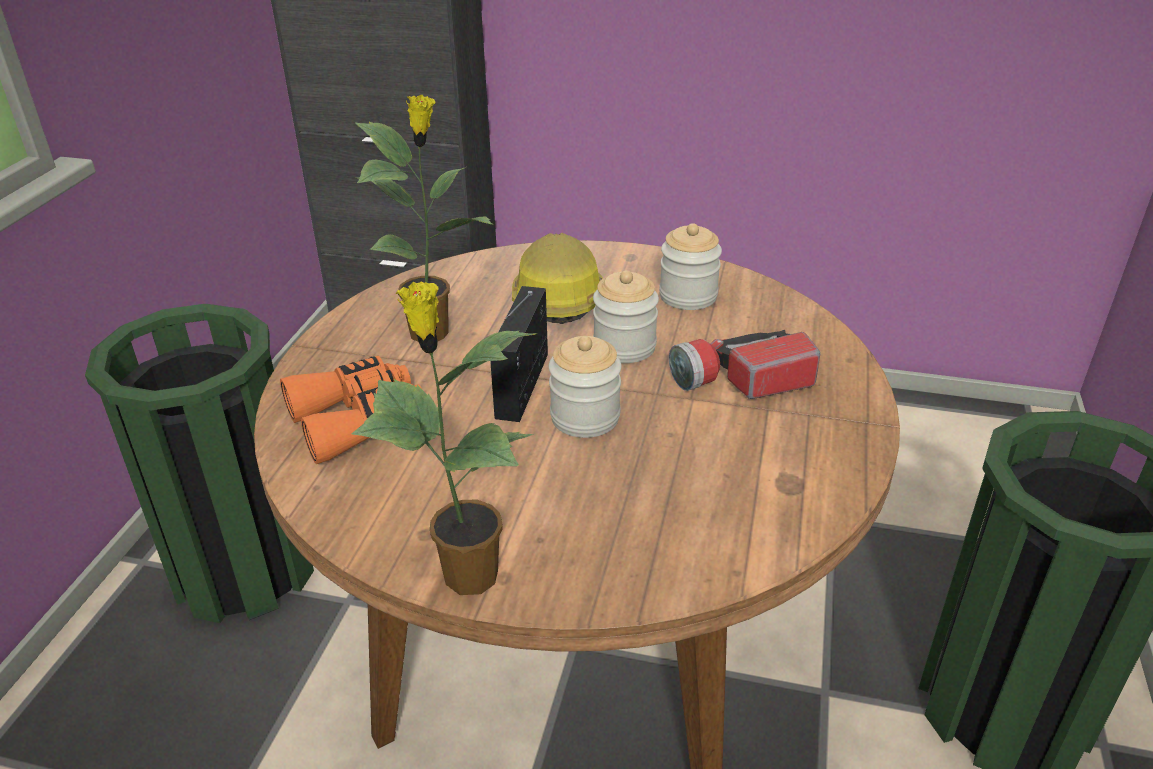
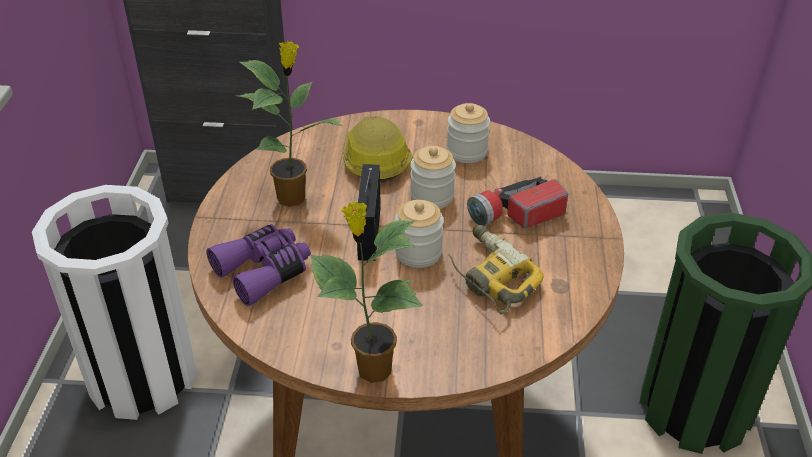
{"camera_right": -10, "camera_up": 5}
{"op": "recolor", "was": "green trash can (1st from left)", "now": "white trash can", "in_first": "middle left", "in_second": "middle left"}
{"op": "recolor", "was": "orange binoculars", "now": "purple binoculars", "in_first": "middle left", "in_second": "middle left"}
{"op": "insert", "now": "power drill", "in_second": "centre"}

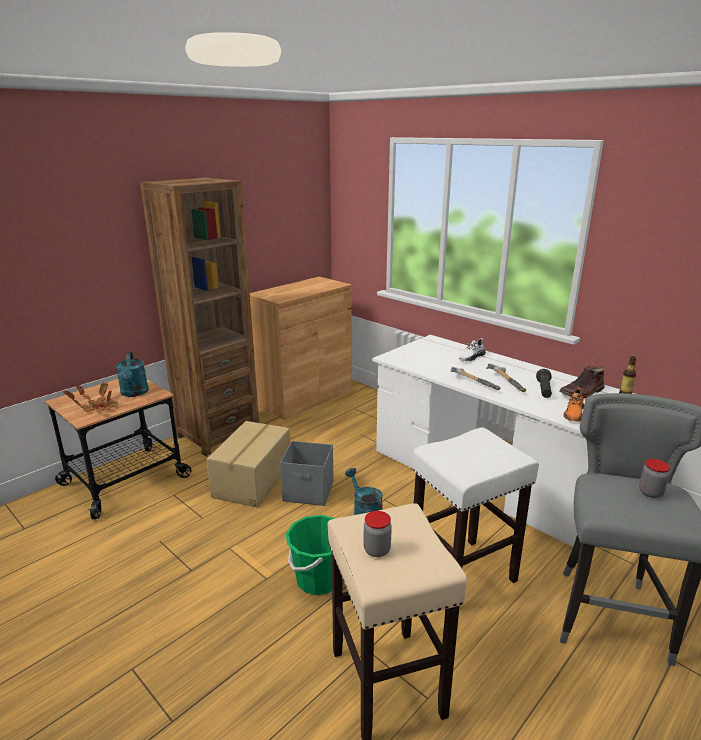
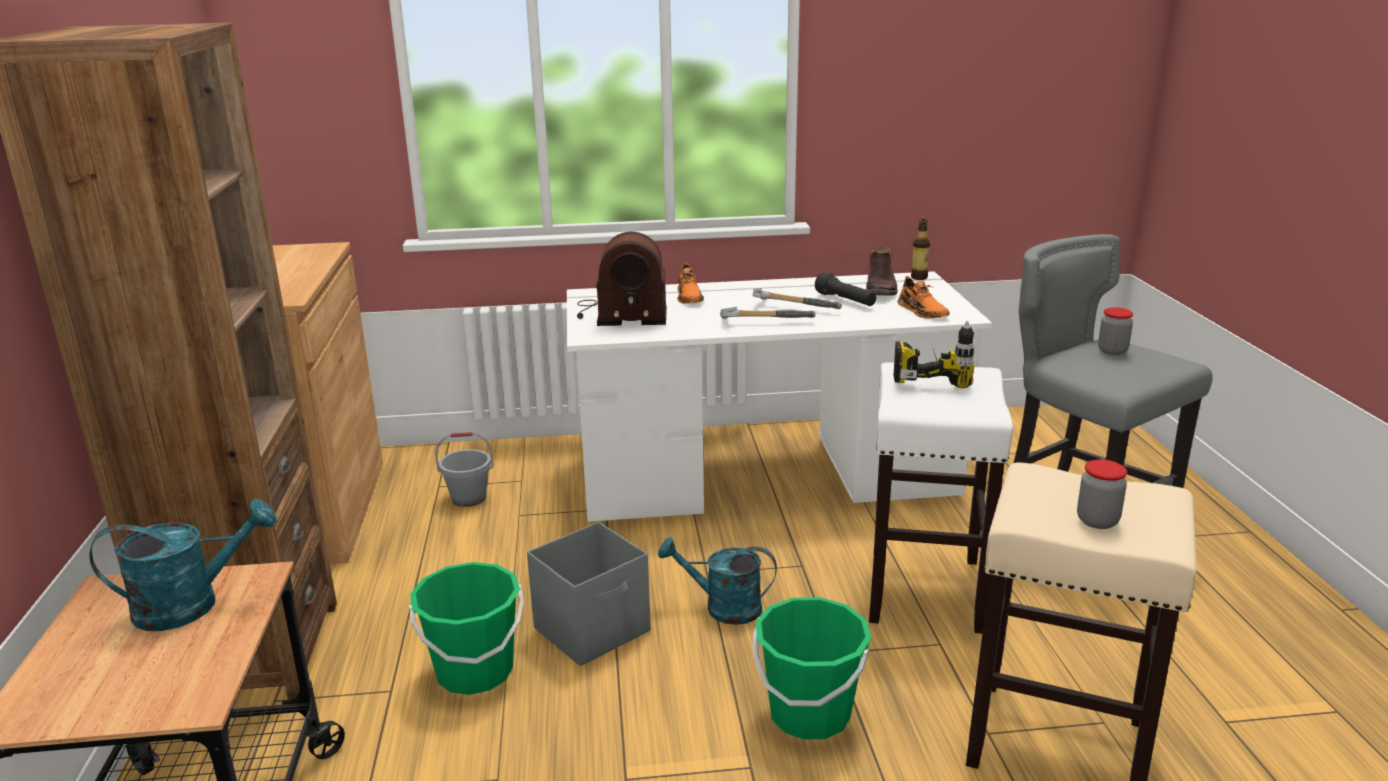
{"camera_right": -50, "camera_up": 0}
{"op": "recolor", "was": "white shoe", "now": "orange shoe (1st from left)", "in_first": "middle right", "in_second": "centre"}
{"op": "rotate", "was": "turquoise watering can (1st from left)", "in_first": "middle left", "in_second": "bottom left", "clockwise": -45}
{"op": "delete", "was": "potted plant", "in_first": "middle left"}
{"op": "replace", "was": "cardboard box", "now": "green bucket (1st from left)", "in_first": "centre", "in_second": "bottom centre"}
{"op": "insert", "now": "radio", "in_second": "centre"}
{"op": "insert", "now": "power drill", "in_second": "middle right"}
{"op": "insert", "now": "grey bucket", "in_second": "centre"}

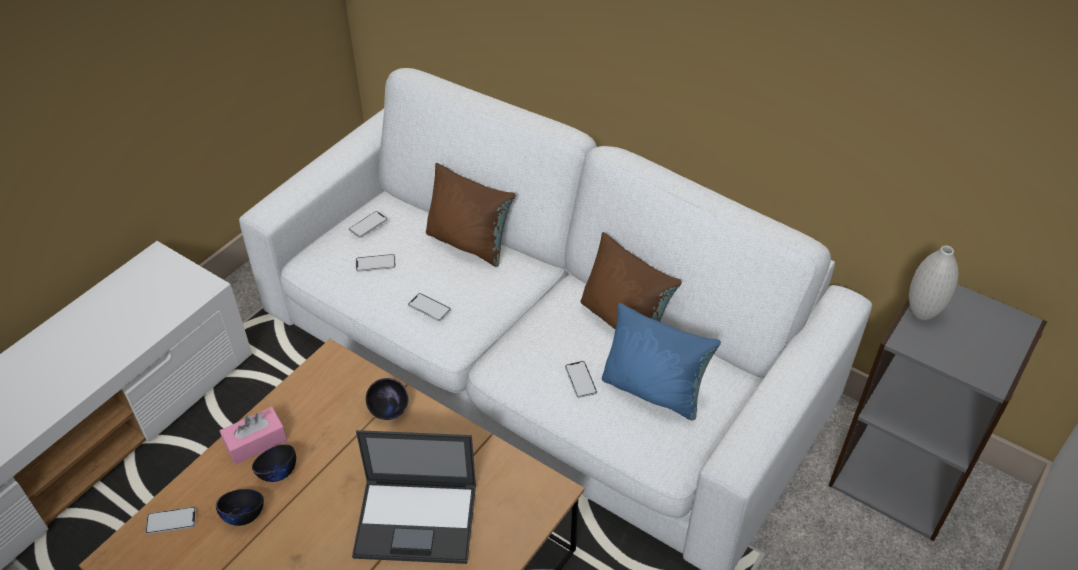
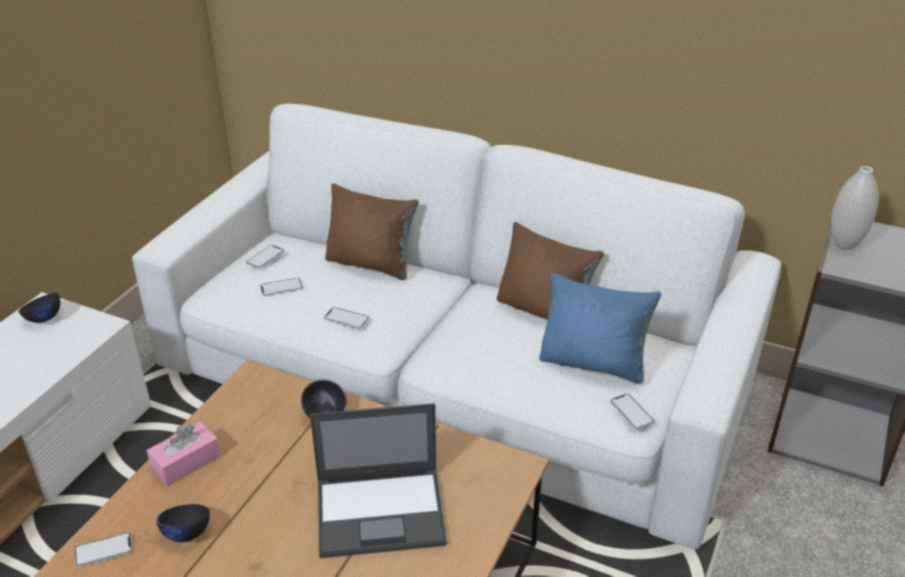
{"camera_right": -10, "camera_up": -10}
{"op": "move", "was": "phone (5th from left)", "in_first": "centre", "in_second": "bottom right"}
{"op": "move", "was": "black bowl (2nd from left in the first image)", "now": "black bowl (1st from left)", "in_first": "bottom left", "in_second": "middle left"}

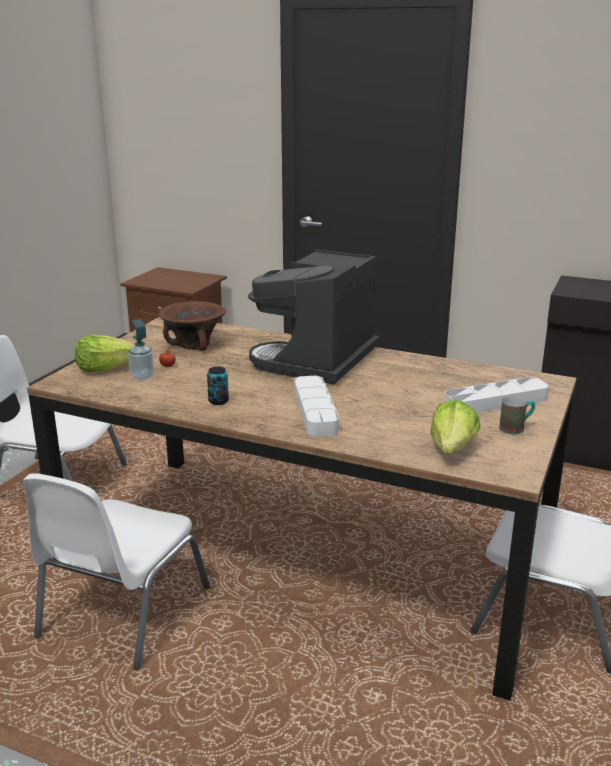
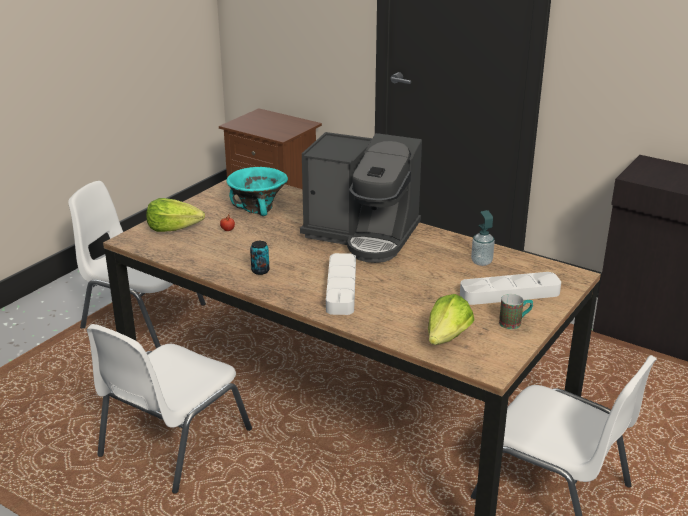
{"camera_right": 10, "camera_up": 5}
{"op": "rotate", "was": "coffee machine", "in_first": "centre", "in_second": "centre", "clockwise": -105}
{"op": "recolor", "was": "brown bowl", "now": "turquoise bowl", "in_first": "middle left", "in_second": "centre"}
{"op": "move", "was": "soap dispenser", "in_first": "middle left", "in_second": "middle right"}

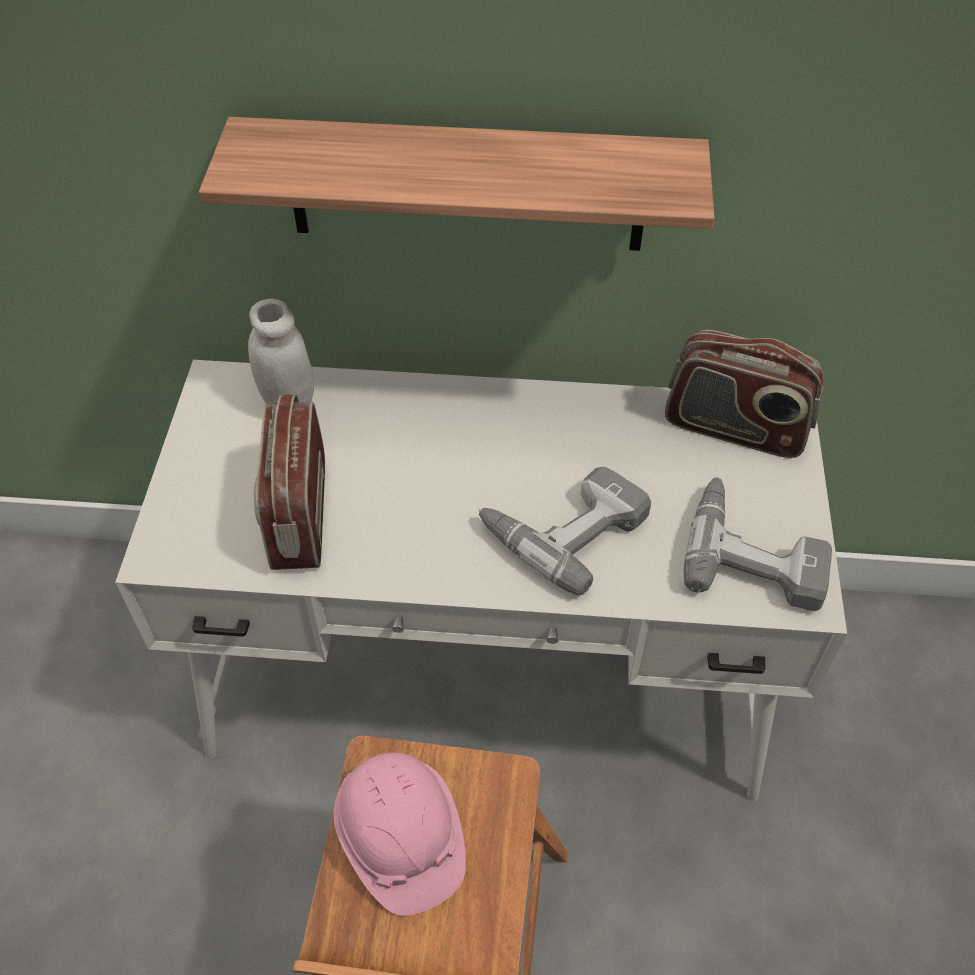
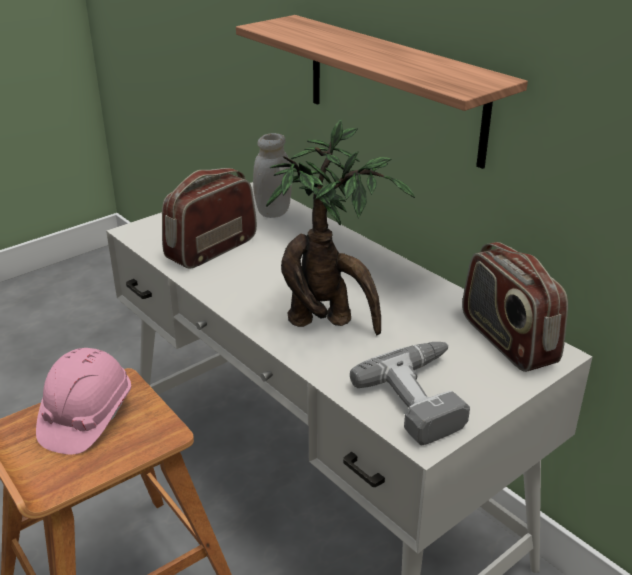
{"camera_right": 45, "camera_up": -20}
{"op": "replace", "was": "power drill (1st from left)", "now": "potted plant", "in_first": "centre", "in_second": "centre"}

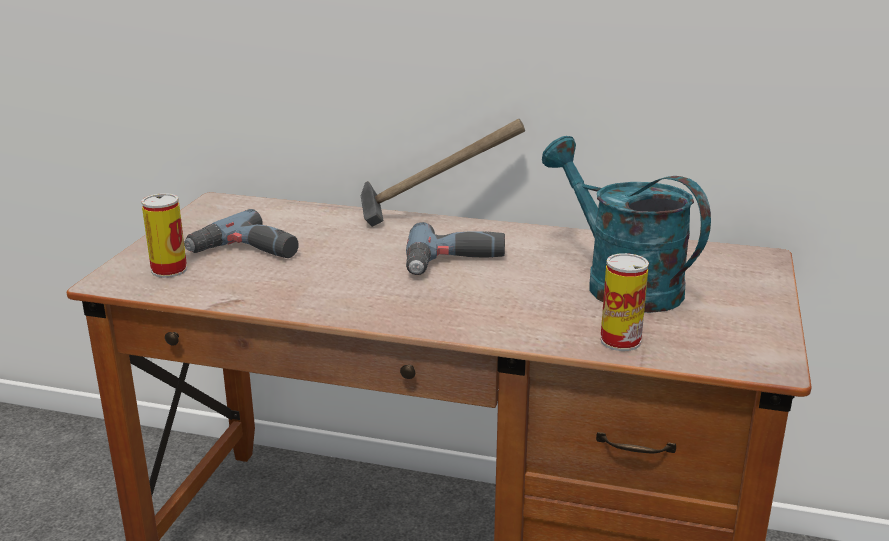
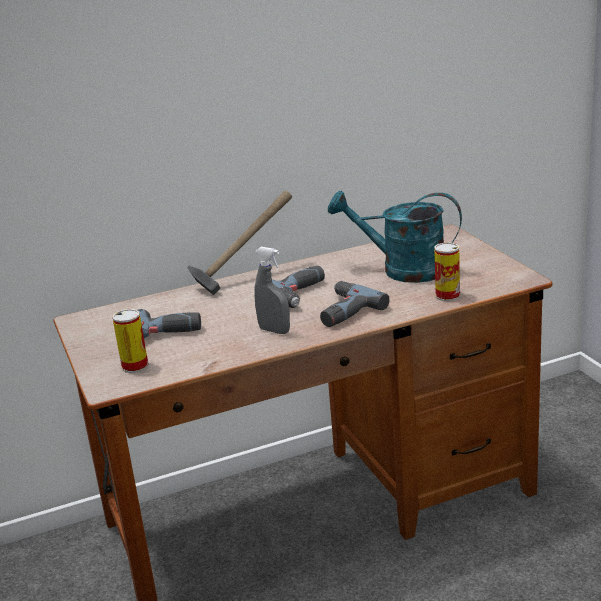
{"camera_right": -35, "camera_up": 0}
{"op": "insert", "now": "grey spray bottle", "in_second": "centre"}
{"op": "insert", "now": "power drill (3rd from left)", "in_second": "centre"}

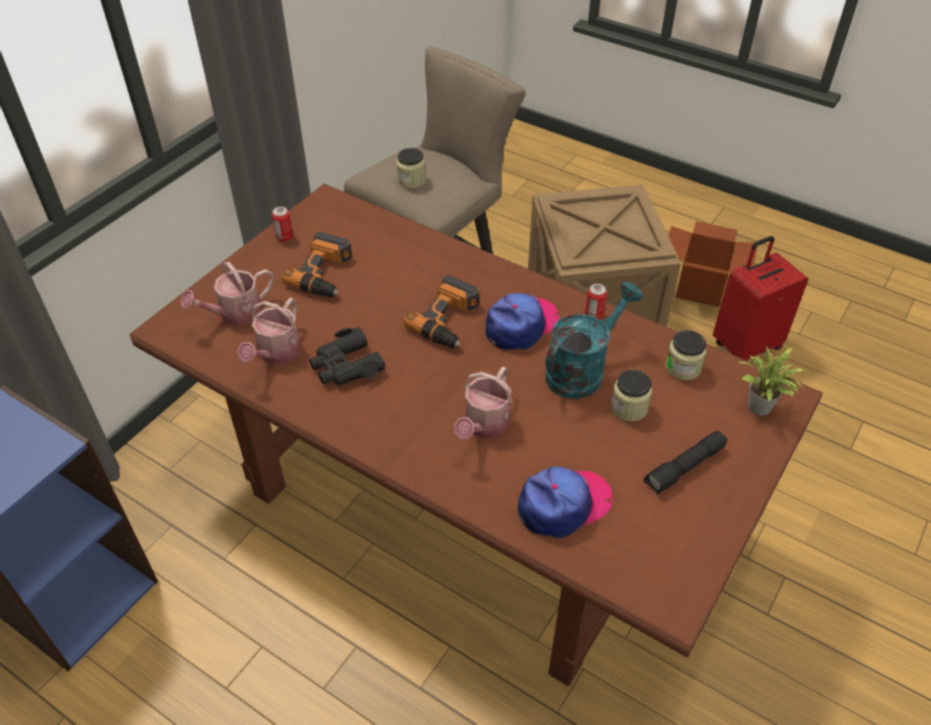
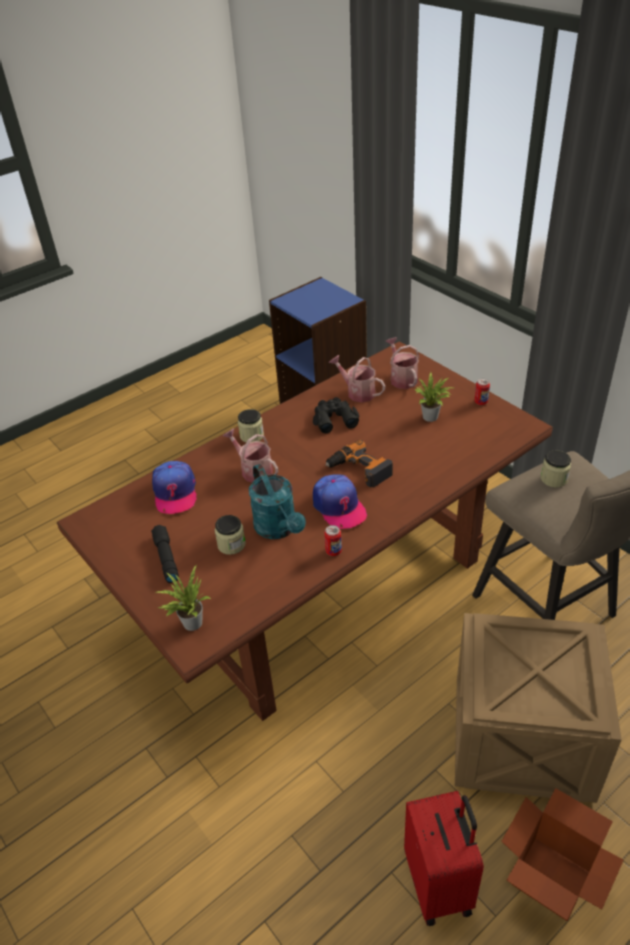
{"camera_right": 110, "camera_up": -5}
{"op": "replace", "was": "power drill (1st from left)", "now": "potted plant (2nd from left)", "in_first": "centre", "in_second": "middle right"}
{"op": "move", "was": "jar (3rd from left in the first image)", "now": "jar (2nd from left)", "in_first": "middle right", "in_second": "centre"}

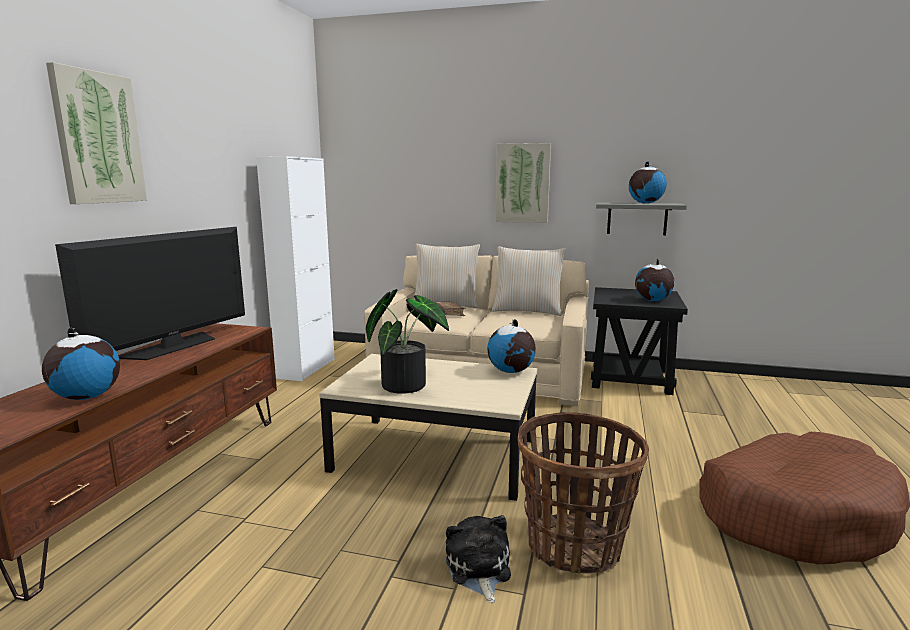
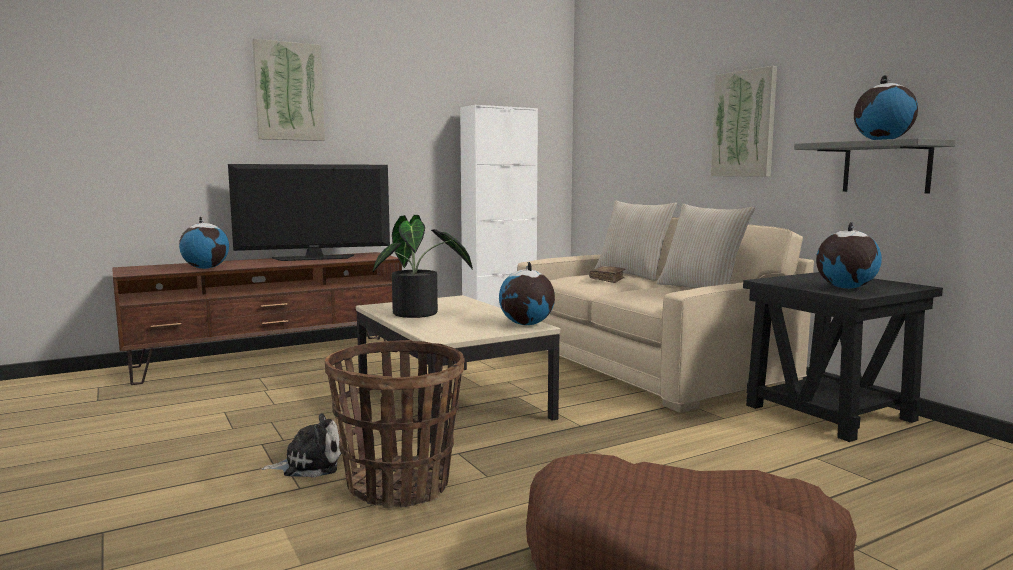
{"camera_right": 45, "camera_up": -5}
{"op": "rotate", "was": "plush toy", "in_first": "bottom centre", "in_second": "bottom left", "clockwise": 45}

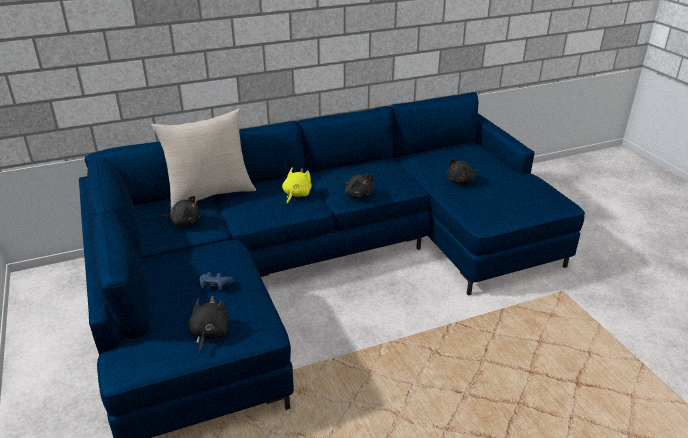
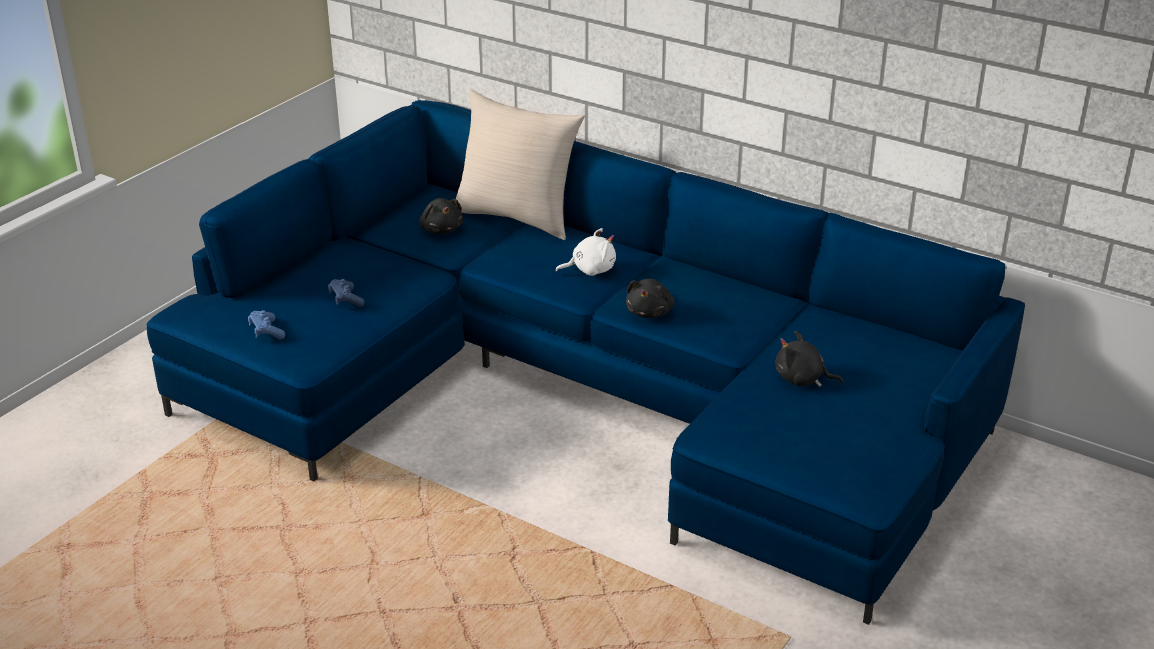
{"camera_right": 55, "camera_up": 0}
{"op": "recolor", "was": "yellow plush toy", "now": "white plush toy", "in_first": "centre", "in_second": "centre"}
{"op": "replace", "was": "black plush toy (2nd from left)", "now": "blue game controller (1st from left)", "in_first": "bottom left", "in_second": "middle left"}

